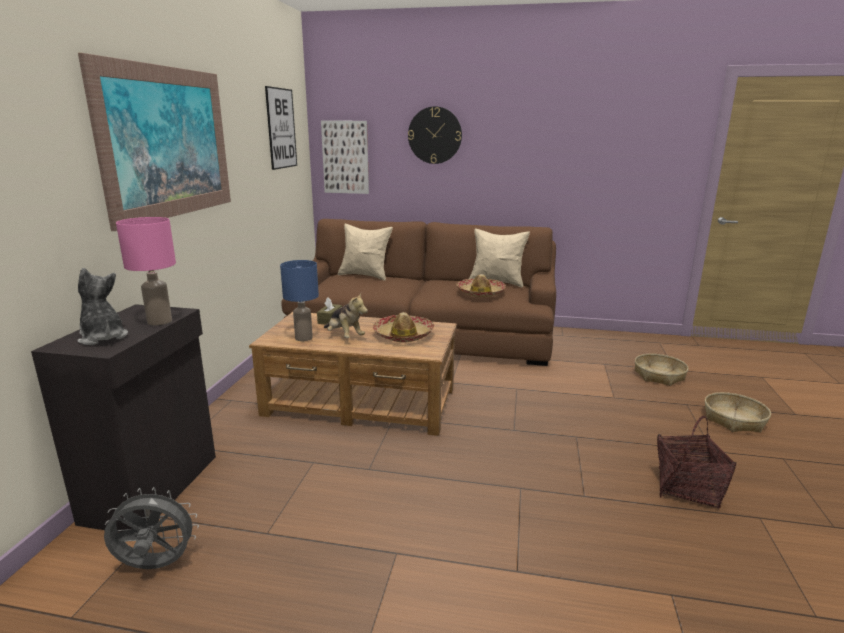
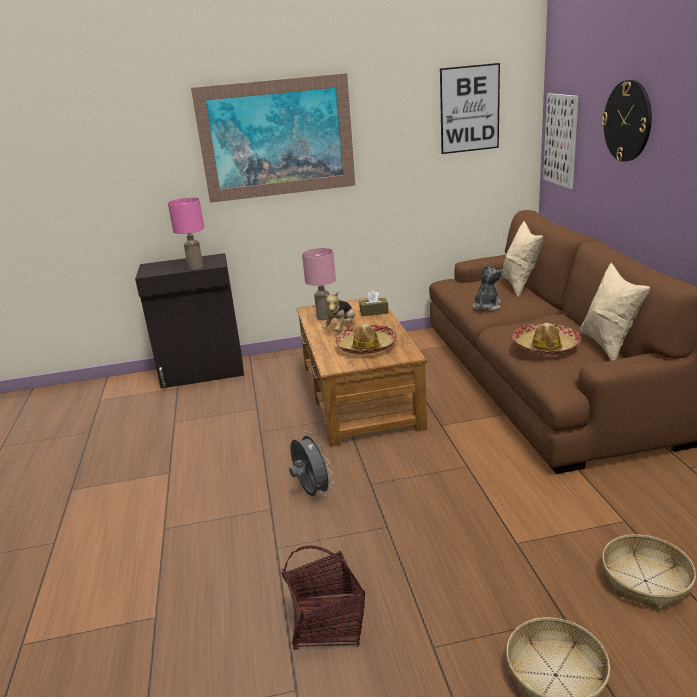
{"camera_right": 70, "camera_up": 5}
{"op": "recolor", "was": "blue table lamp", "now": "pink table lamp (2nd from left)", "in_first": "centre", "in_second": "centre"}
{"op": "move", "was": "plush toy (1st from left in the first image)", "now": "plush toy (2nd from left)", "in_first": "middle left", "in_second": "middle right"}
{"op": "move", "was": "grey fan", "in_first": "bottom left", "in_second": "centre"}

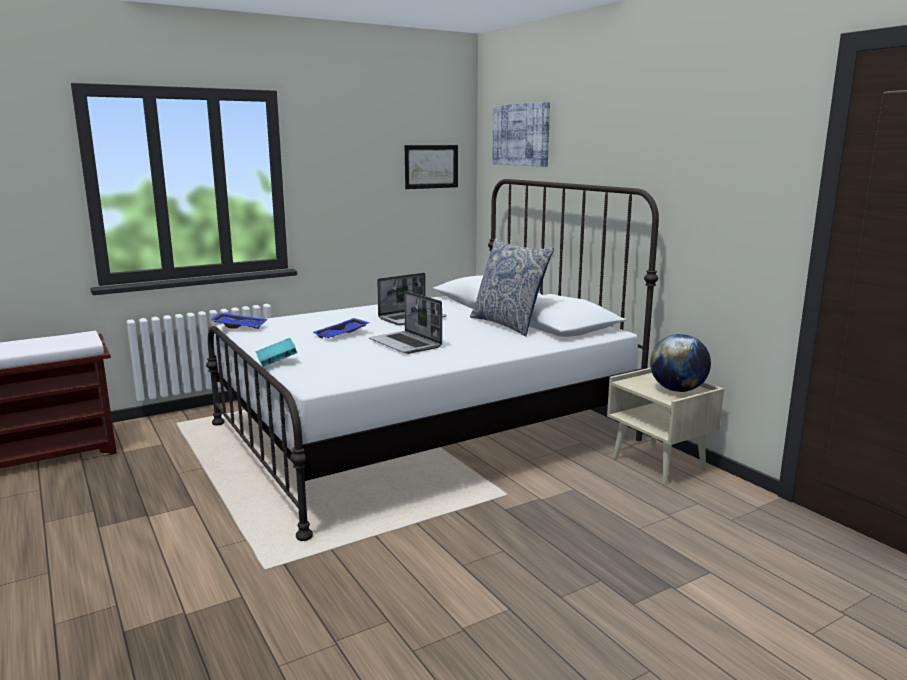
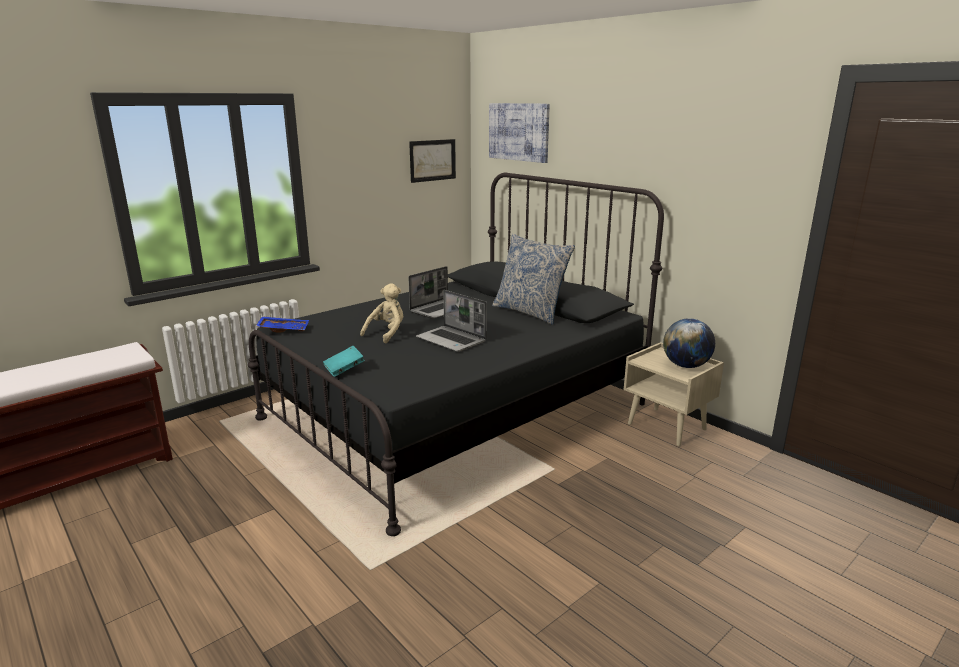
{"camera_right": -10, "camera_up": 5}
{"op": "recolor", "was": "white bed", "now": "black bed", "in_first": "centre", "in_second": "centre"}
{"op": "replace", "was": "blue tray (2nd from left)", "now": "beige plush toy", "in_first": "centre", "in_second": "centre"}

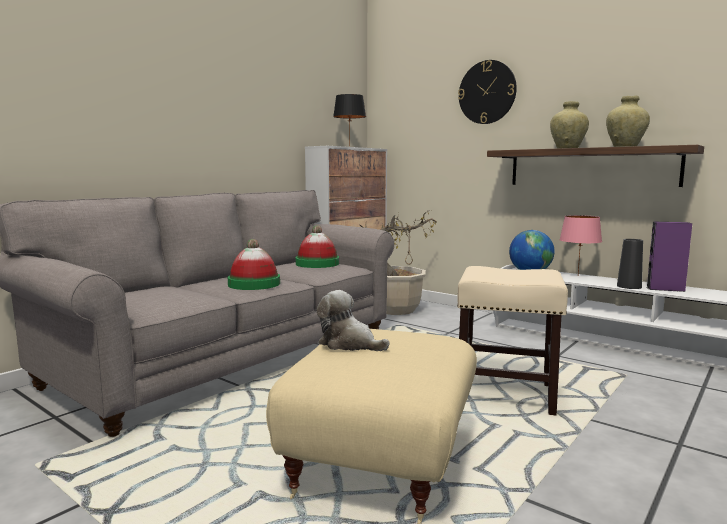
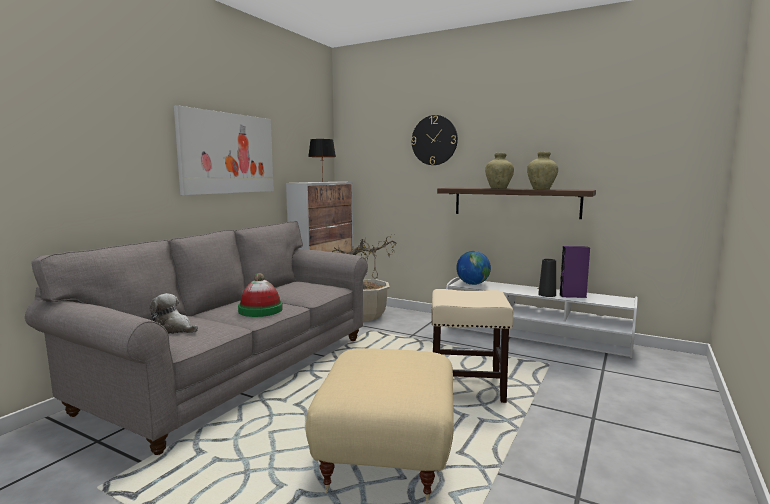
{"camera_right": -10, "camera_up": 0}
{"op": "delete", "was": "pink table lamp", "in_first": "middle right"}
{"op": "delete", "was": "hat (2nd from left)", "in_first": "centre"}
{"op": "move", "was": "plush toy", "in_first": "centre", "in_second": "middle left"}
{"op": "insert", "now": "picture", "in_second": "top left"}

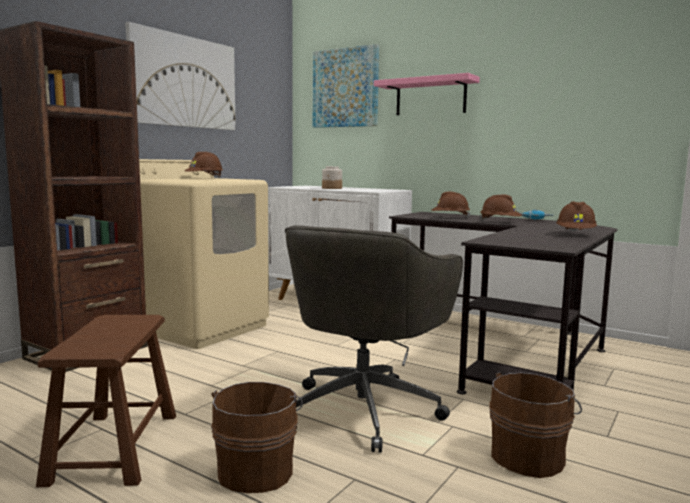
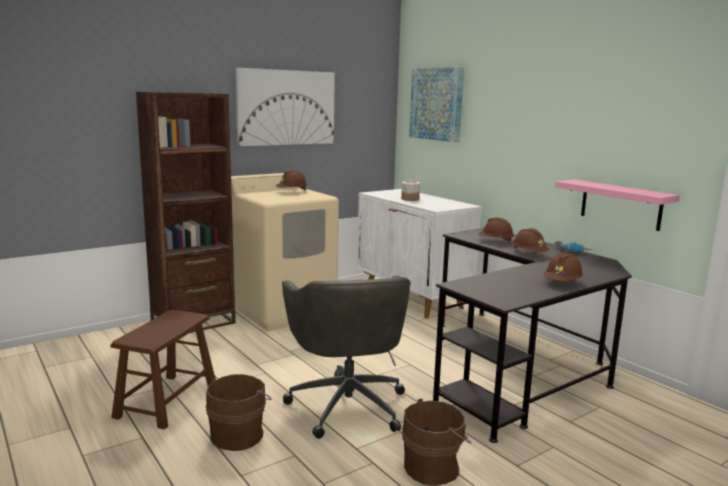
{"camera_right": 20, "camera_up": 5}
{"op": "move", "was": "pink shelf", "in_first": "top centre", "in_second": "middle right"}
{"op": "rotate", "was": "grey office chair", "in_first": "bottom centre", "in_second": "bottom centre", "clockwise": -60}

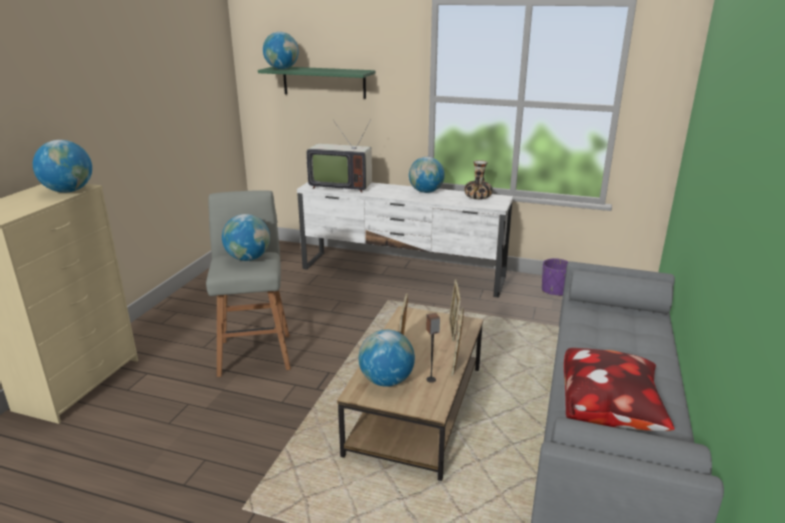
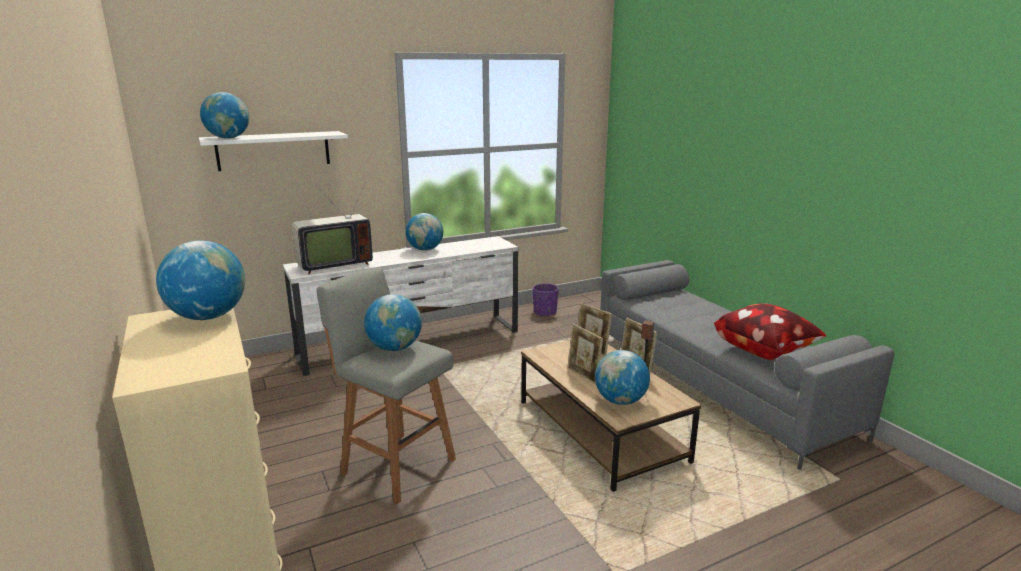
{"camera_right": -45, "camera_up": -5}
{"op": "recolor", "was": "green shelf", "now": "white shelf", "in_first": "top centre", "in_second": "top left"}
{"op": "delete", "was": "vase", "in_first": "centre"}

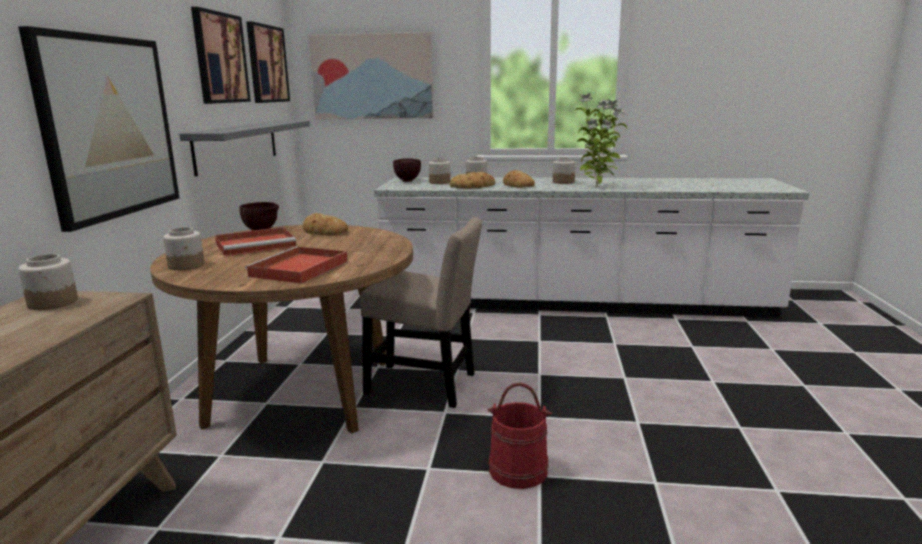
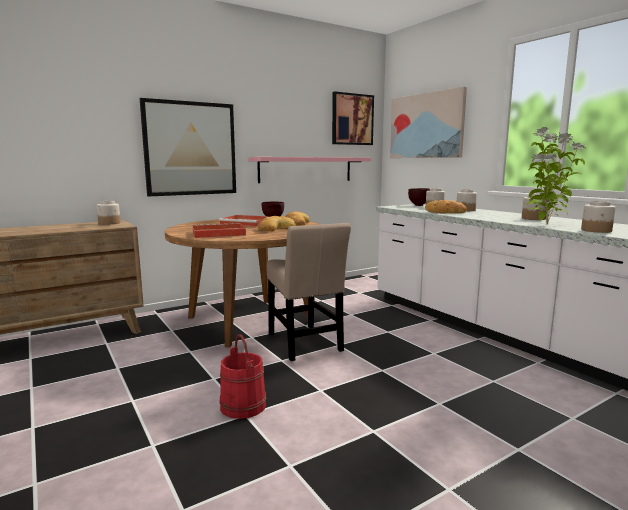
{"camera_right": 50, "camera_up": -5}
{"op": "delete", "was": "picture (2nd from left)", "in_first": "top left"}
{"op": "recolor", "was": "grey shelf", "now": "pink shelf", "in_first": "top left", "in_second": "centre"}
{"op": "move", "was": "bread (3rd from left in the first image)", "now": "bread (1st from left)", "in_first": "top centre", "in_second": "centre"}
{"op": "move", "was": "jar (2nd from left in the first image)", "now": "jar (5th from left)", "in_first": "middle left", "in_second": "middle right"}

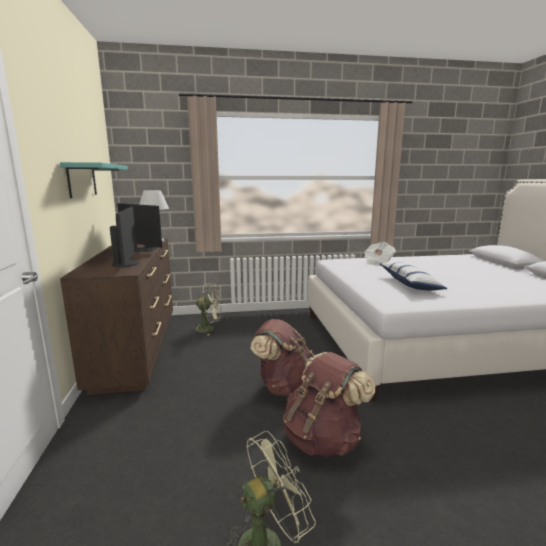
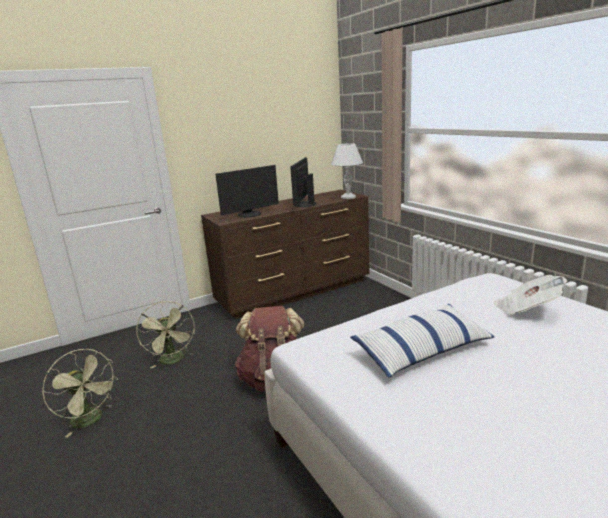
{"camera_right": 70, "camera_up": 5}
{"op": "delete", "was": "turquoise shelf", "in_first": "top left"}
{"op": "move", "was": "green fan (1st from left in the first image)", "now": "green fan (2nd from left)", "in_first": "centre", "in_second": "middle left"}
{"op": "delete", "was": "brown backpack (2nd from left)", "in_first": "bottom centre"}

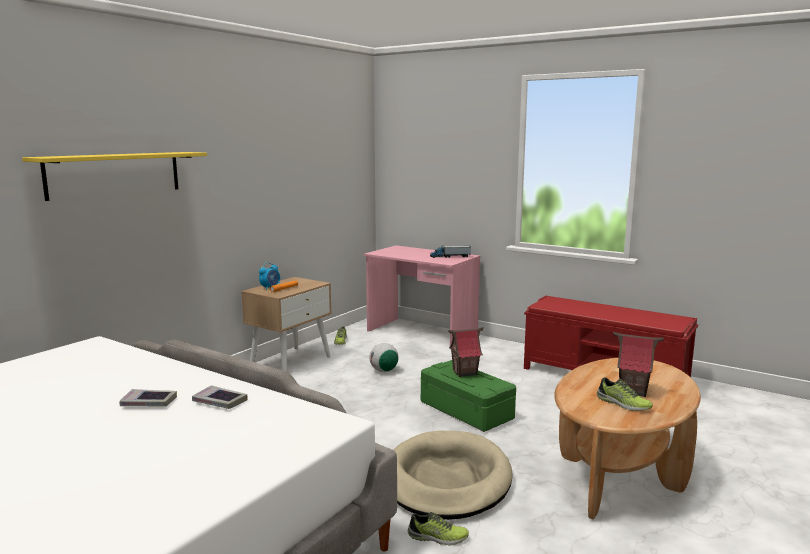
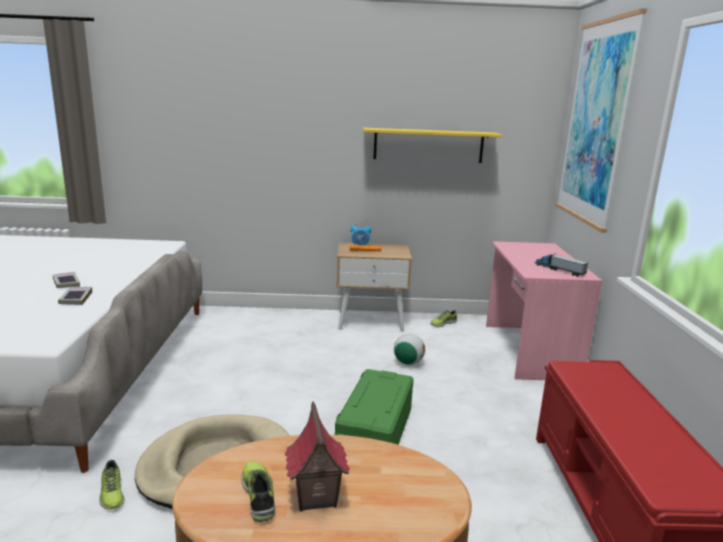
{"camera_right": 55, "camera_up": 5}
{"op": "move", "was": "yellow shelf", "in_first": "top left", "in_second": "top centre"}
{"op": "delete", "was": "toy house (1st from left)", "in_first": "centre"}
{"op": "rotate", "was": "shoe (3rd from left in the first image)", "in_first": "bottom right", "in_second": "bottom centre", "clockwise": 150}
{"op": "insert", "now": "picture", "in_second": "top right"}

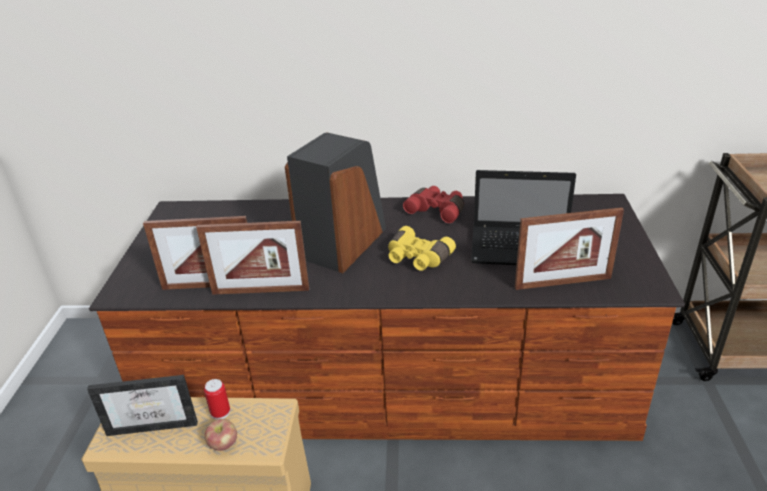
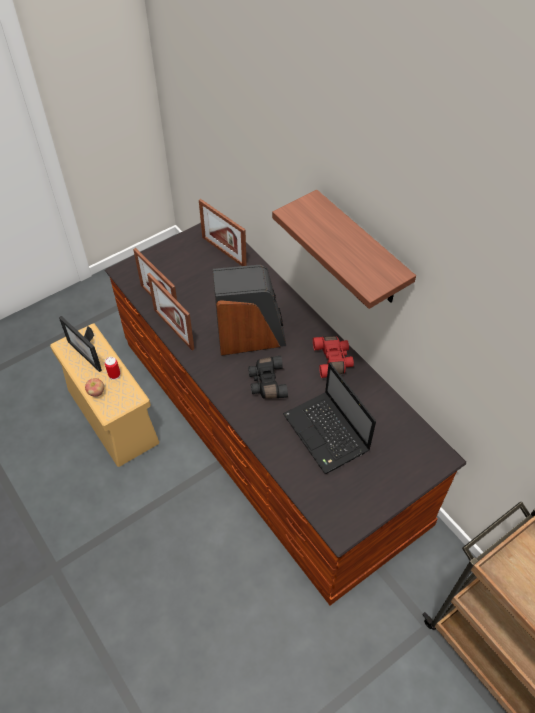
{"camera_right": 50, "camera_up": 20}
{"op": "move", "was": "picture frame (4th from left)", "in_first": "middle right", "in_second": "top centre"}
{"op": "recolor", "was": "yellow binoculars", "now": "black binoculars", "in_first": "centre", "in_second": "centre"}
{"op": "insert", "now": "shelf", "in_second": "centre"}

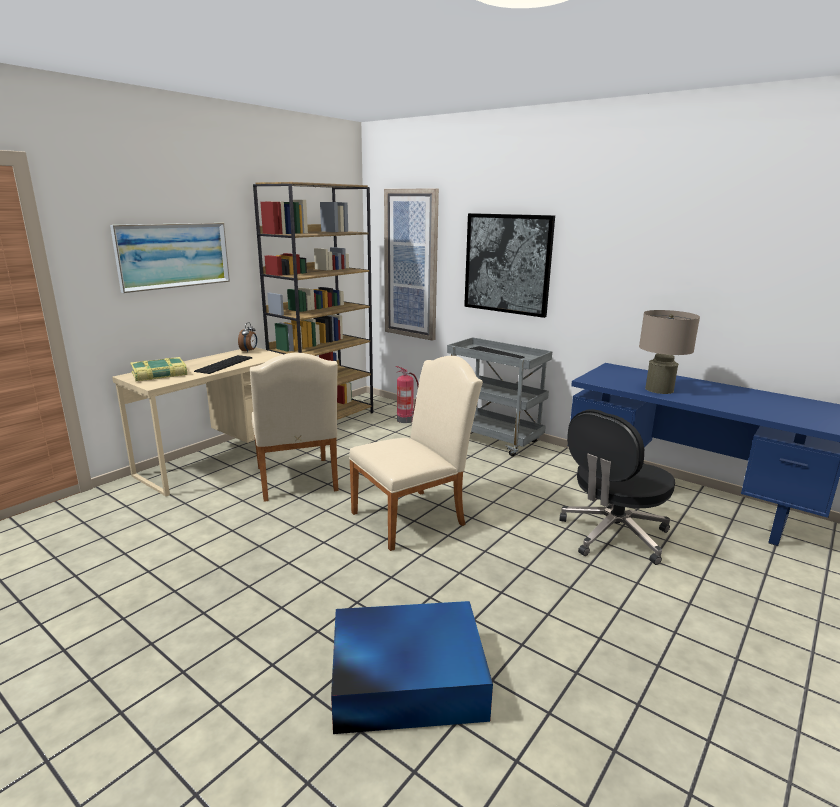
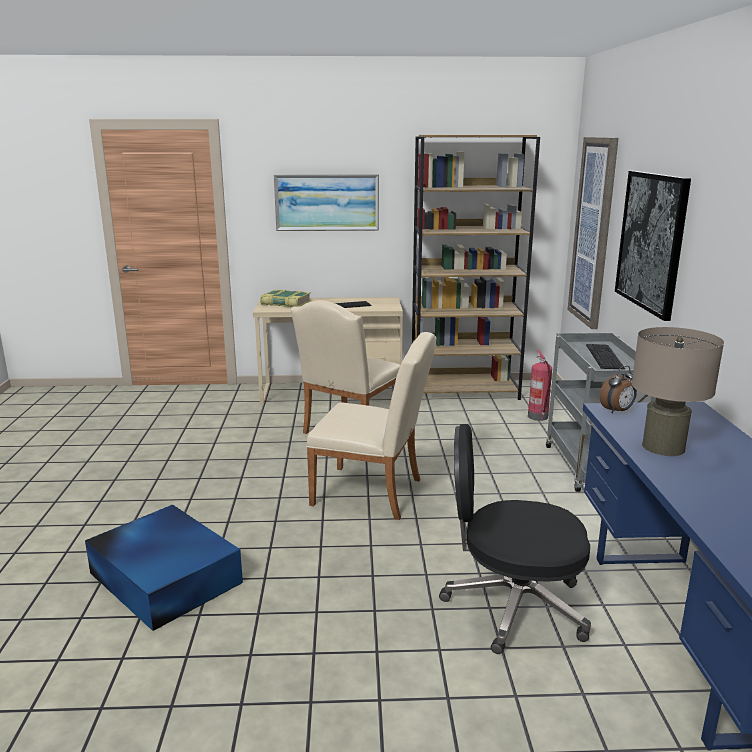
{"camera_right": 50, "camera_up": 0}
{"op": "move", "was": "alarm clock", "in_first": "middle left", "in_second": "middle right"}

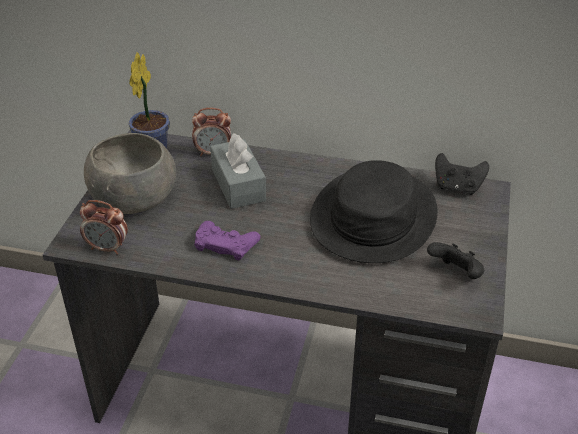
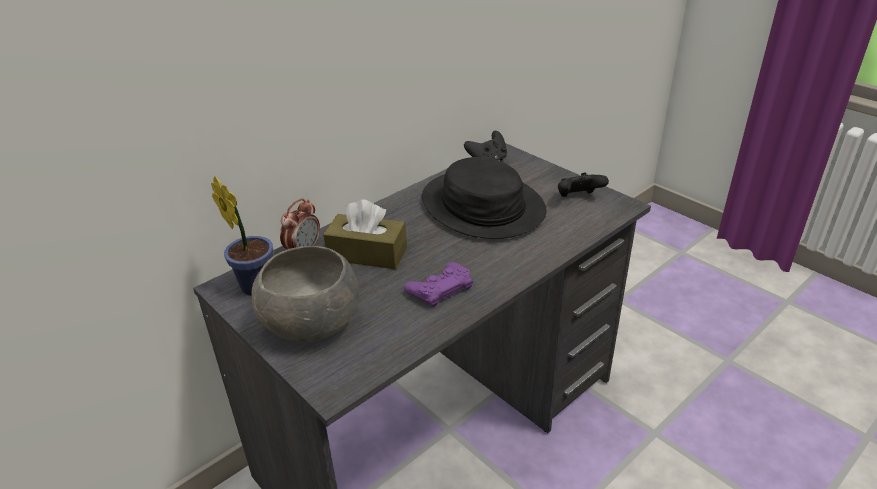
{"camera_right": -55, "camera_up": -5}
{"op": "recolor", "was": "grey tissue box", "now": "brown tissue box", "in_first": "centre", "in_second": "centre"}
{"op": "delete", "was": "alarm clock (1st from left)", "in_first": "middle left"}

